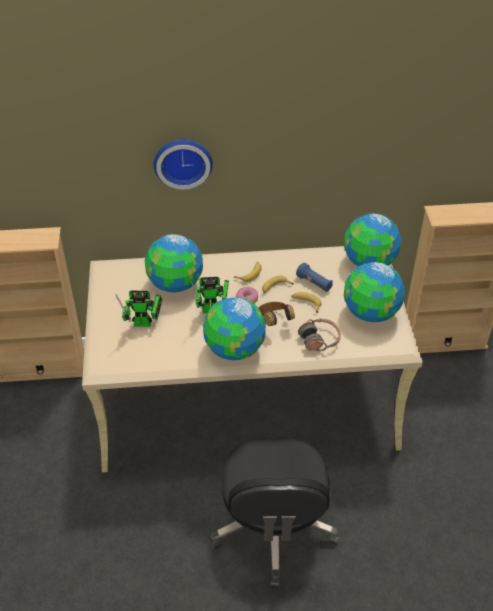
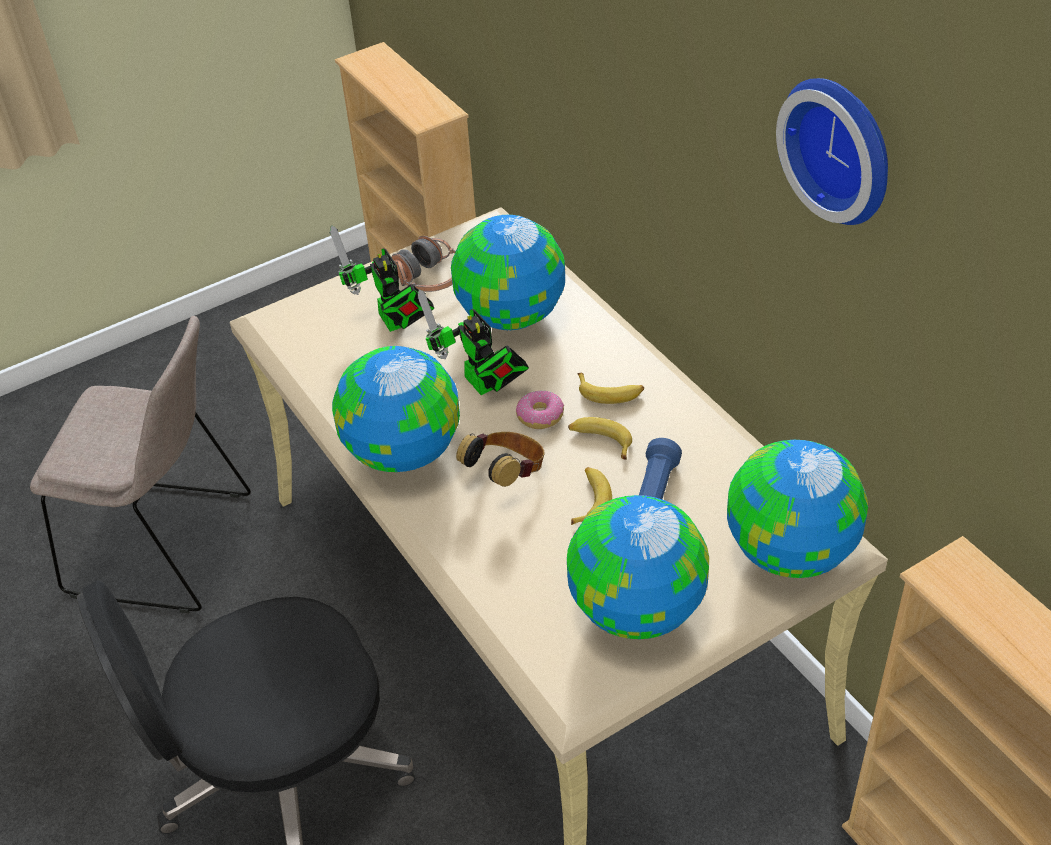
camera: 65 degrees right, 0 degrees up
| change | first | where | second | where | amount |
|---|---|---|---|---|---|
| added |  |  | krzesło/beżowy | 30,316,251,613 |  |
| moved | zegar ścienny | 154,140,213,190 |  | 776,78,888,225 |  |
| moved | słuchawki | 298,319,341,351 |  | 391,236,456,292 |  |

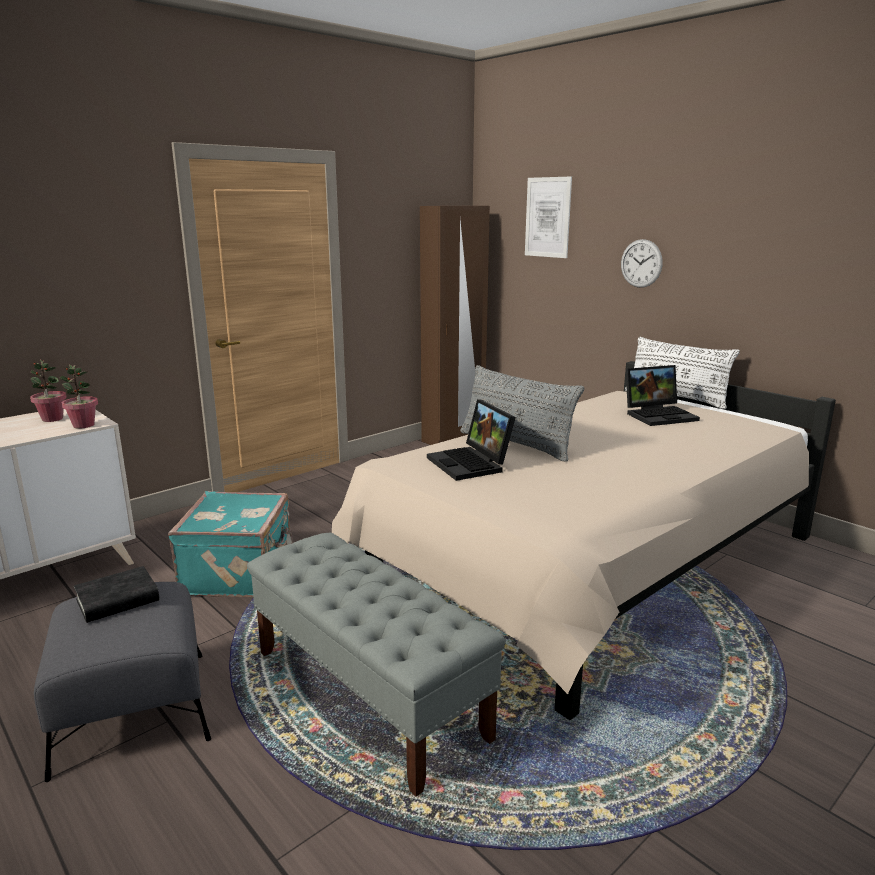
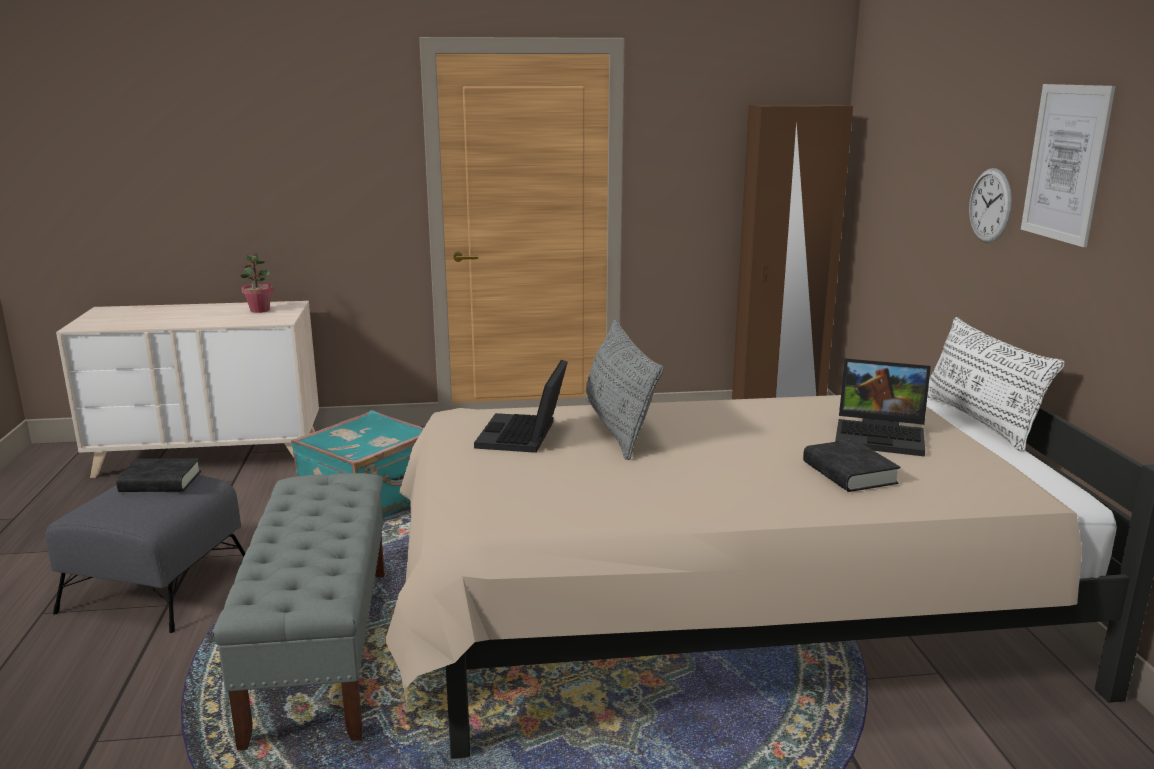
camera: 35 degrees right, 0 degrees up
| change | first | where | second | where | amount |
|---|---|---|---|---|---|
| removed | roślina doniczkowa | 60,365,98,428 |  |  |  |
| added |  |  | książka/czarny | 803,439,900,492 |  |
| moved | obraz | 525,176,572,258 |  | 1021,84,1116,247 |  |

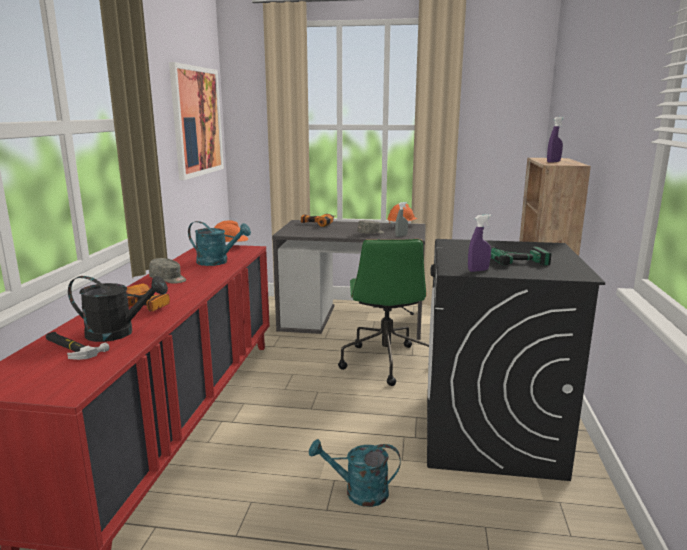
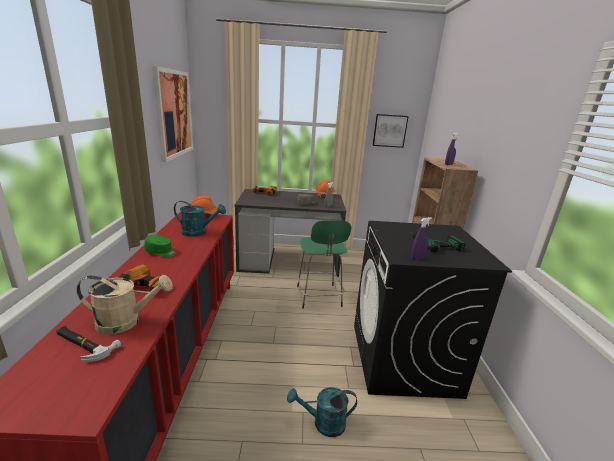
camera: 10 degrees left, 5 degrees up
| change | first | where | second | where | amount |
|---|---|---|---|---|---|
| added |  |  | obraz | 373,114,409,148 |  |
| replaced | krzesło biurowe/zielony | 338,239,429,386 | stołek/zielony | 297,220,351,309 |  |
| recoloured | konewka/czarny | 68,276,168,342 | konewka/beżowy | 77,275,173,334 |  |
| recoloured | czapka z daszkiem/szary | 149,258,186,284 | czapka z daszkiem/zielony | 144,234,177,257 |  |

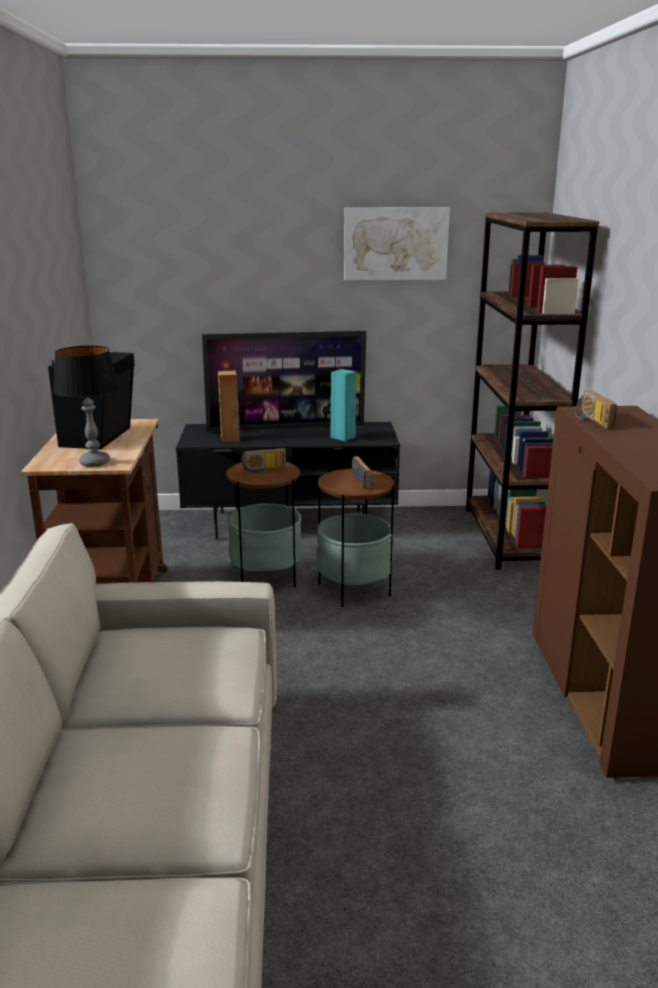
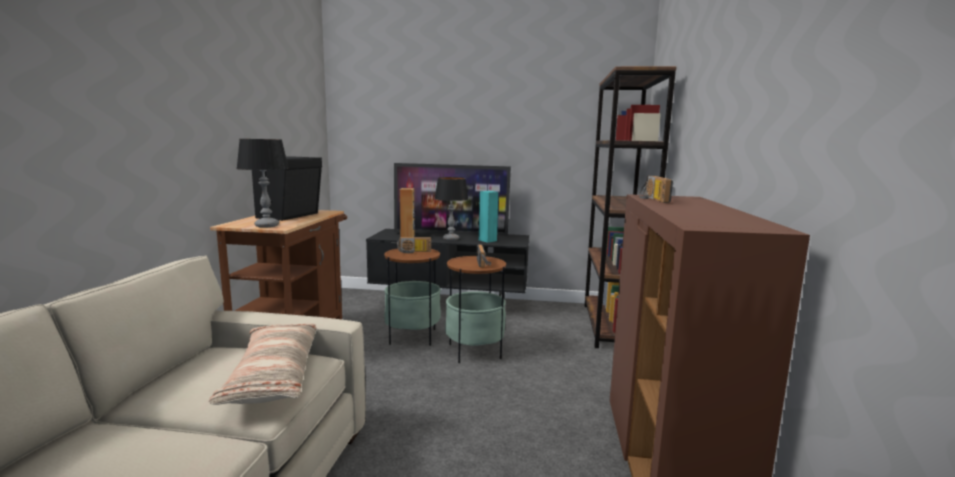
camera: 10 degrees right, 10 degrees down
| change | first | where | second | where | amount |
|---|---|---|---|---|---|
| removed | obraz | 344,207,450,280 |  |  |  |
| added |  |  | poduszka | 209,323,316,405 |  |
| added |  |  | lampa stołowa | 434,177,468,241 |  |

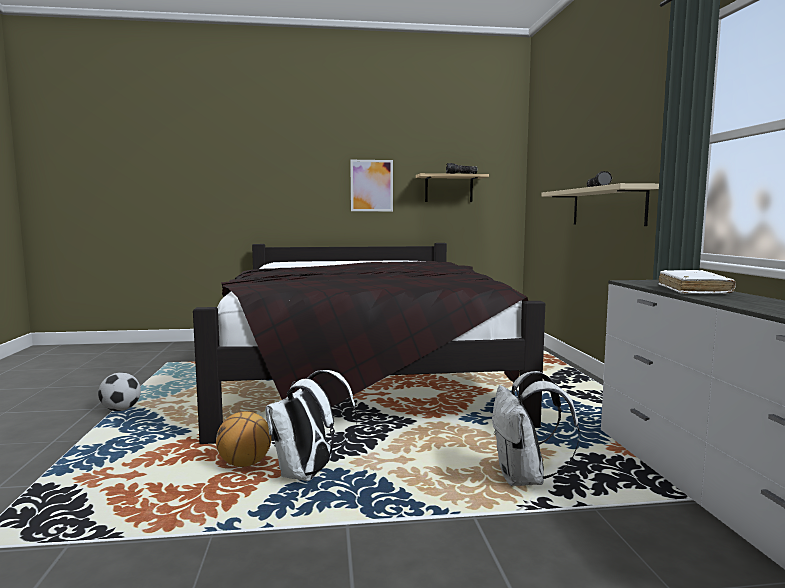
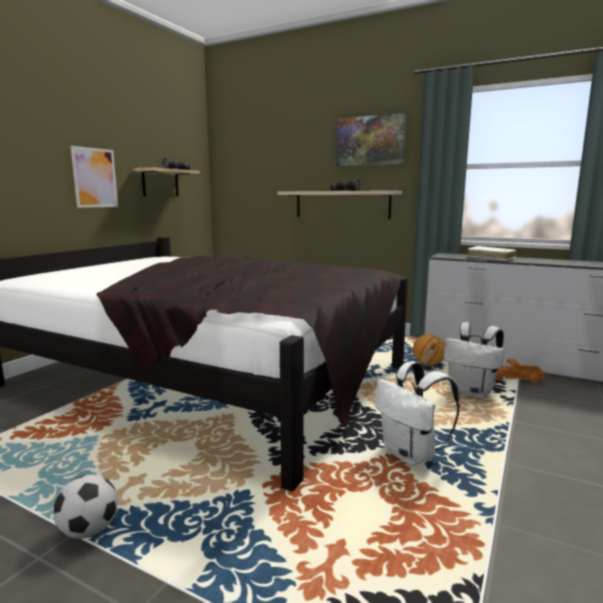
camera: 55 degrees left, 5 degrees up
| change | first | where | second | where | amount |
|---|---|---|---|---|---|
| added |  |  | obraz | 337,113,406,166 |  |
| added |  |  | ciężarówka zabawkowa | 496,359,545,383 |  |
| moved | piłka do koszykówki | 216,412,271,467 |  | 413,334,445,366 |  |

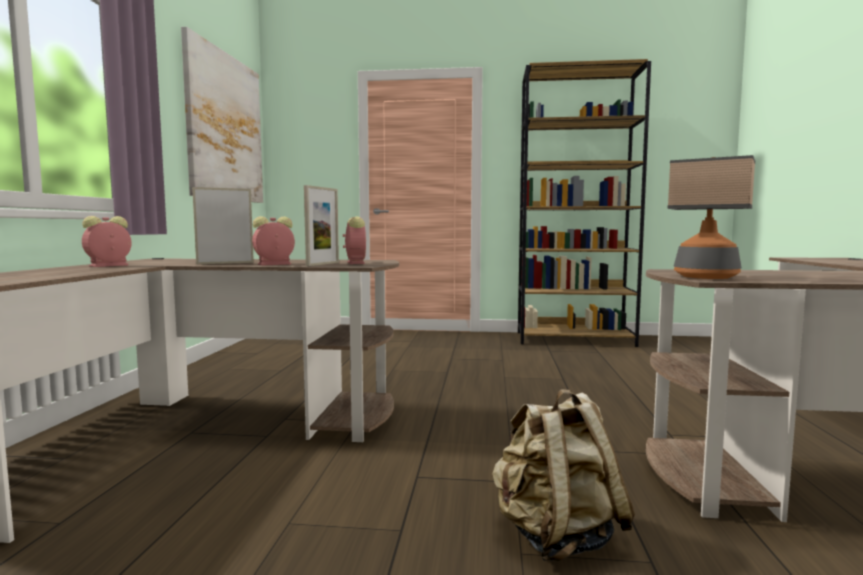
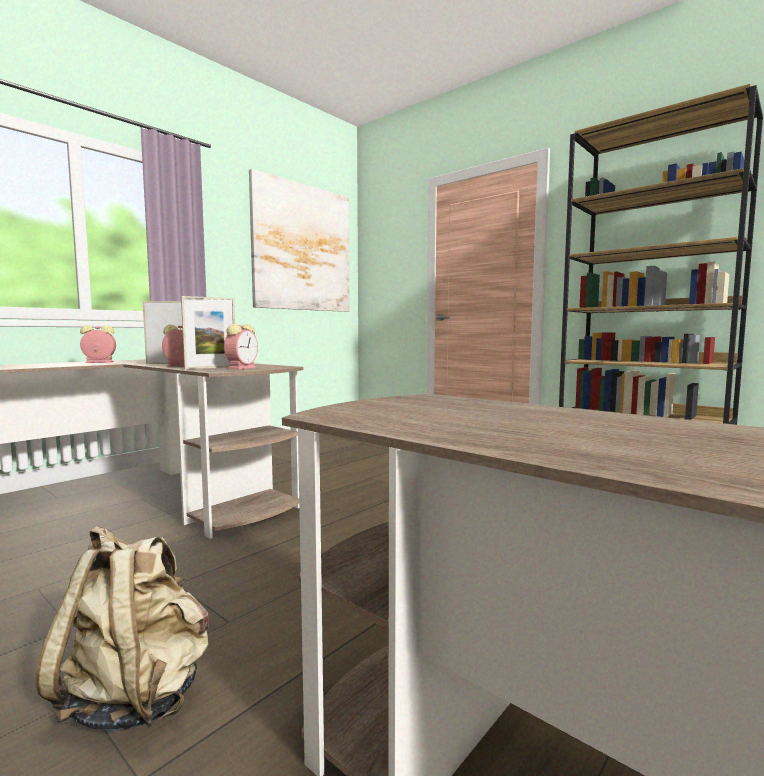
camera: 35 degrees right, 0 degrees up
| change | first | where | second | where | amount |
|---|---|---|---|---|---|
| removed | lampa stołowa | 668,155,755,279 |  |  |  |

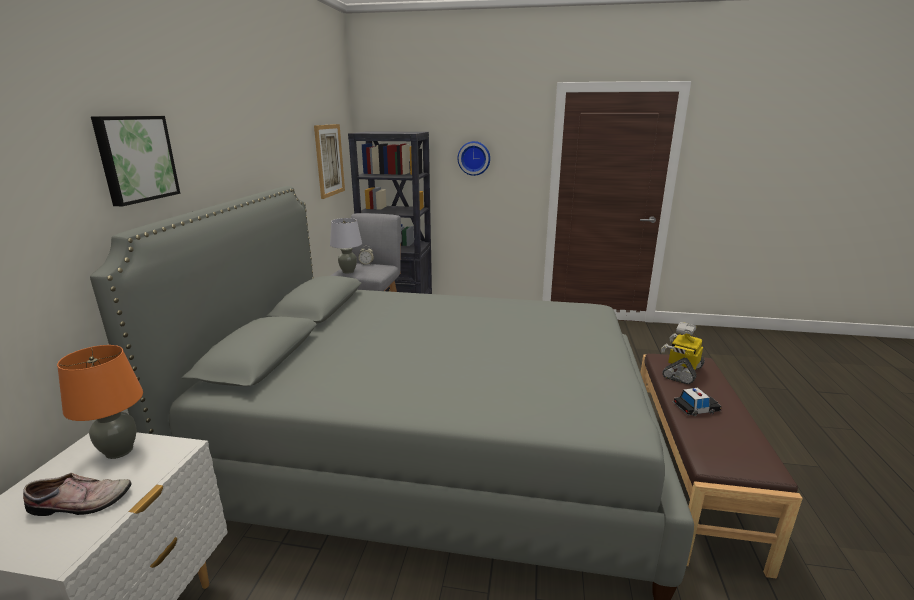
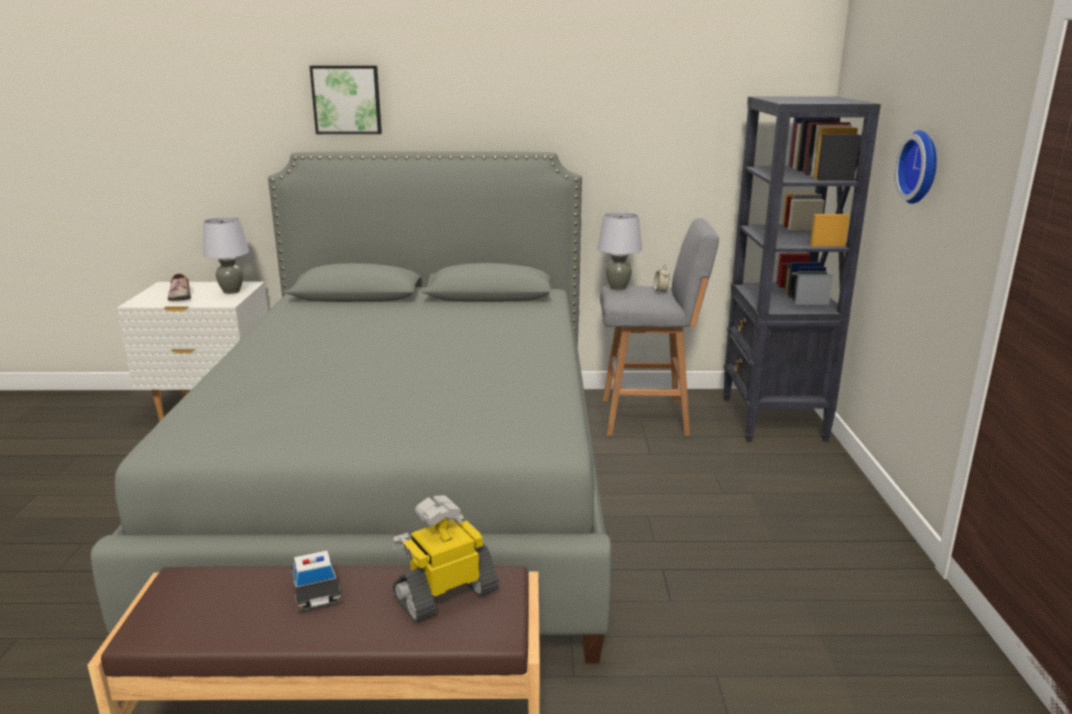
camera: 80 degrees right, 0 degrees up
| change | first | where | second | where | amount |
|---|---|---|---|---|---|
| removed | obraz | 314,124,345,199 |  |  |  |
| recoloured | lampa stołowa/pomarańczowy | 57,345,143,459 | lampa stołowa/szary | 203,217,249,294 |  |
| turned | robot zabawkowy | 661,322,705,384 |  | 391,495,499,622 | 60 degrees counterclockwise |

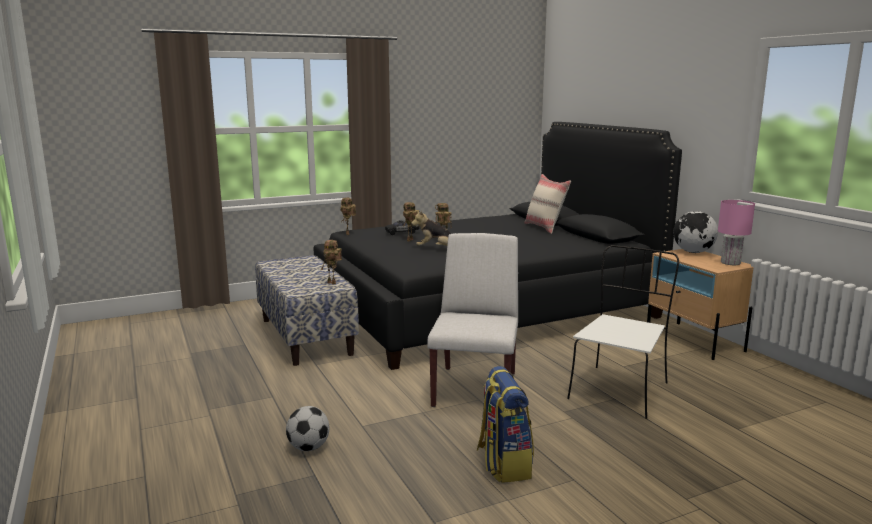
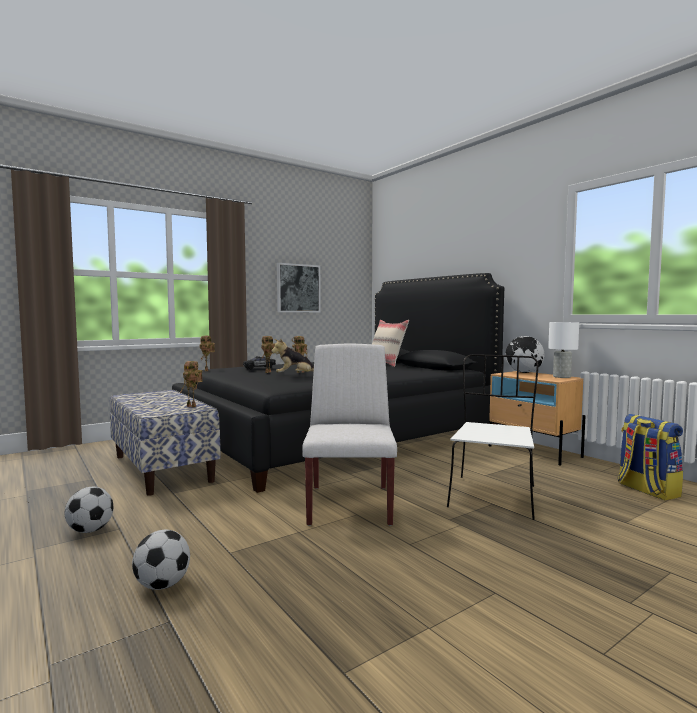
camera: 10 degrees left, 10 degrees down
| change | first | where | second | where | amount |
|---|---|---|---|---|---|
| added |  |  | piłka futbolowa | 65,487,113,533 |  |
| added |  |  | obraz | 277,263,321,312 |  |
| moved | plecak | 477,366,534,483 |  | 618,414,683,500 |  |
| recoloured | lampa stołowa/różowy | 718,200,755,265 | lampa stołowa/biały | 548,322,579,378 |  |

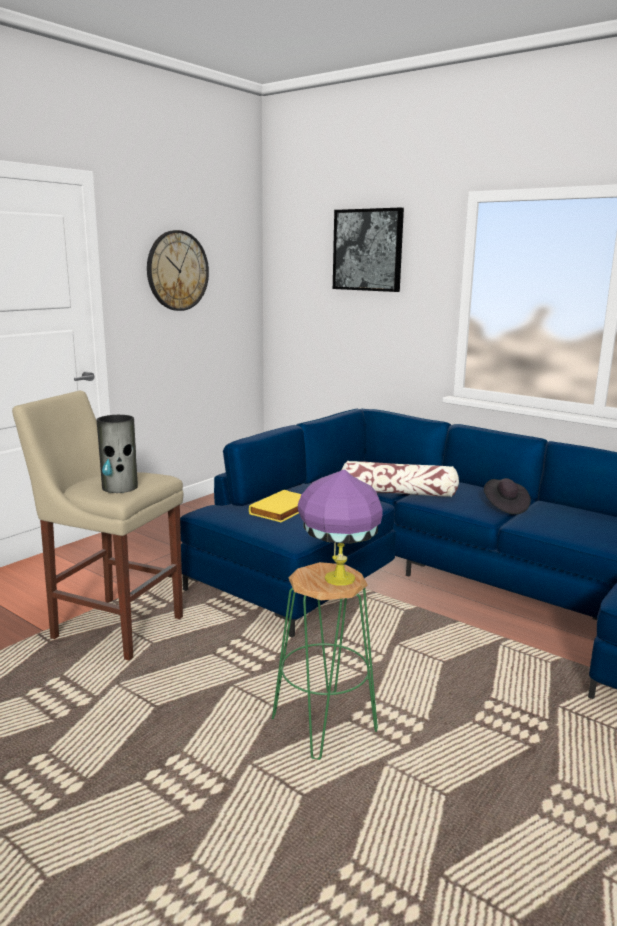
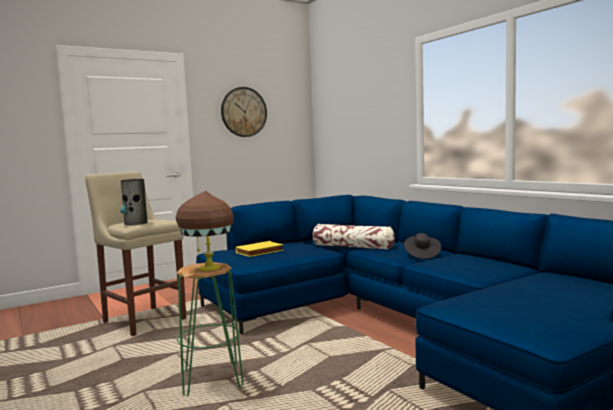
camera: 20 degrees right, 10 degrees down
| change | first | where | second | where | amount |
|---|---|---|---|---|---|
| removed | obraz | 333,207,404,292 |  |  |  |
| recoloured | lampa stołowa/fioletowy | 298,469,382,586 | lampa stołowa/brązowy | 176,191,234,271 |  |

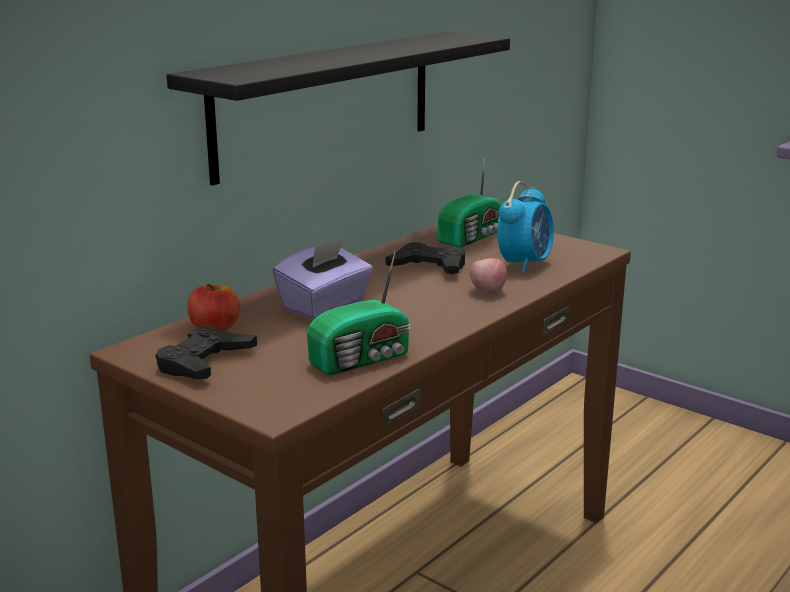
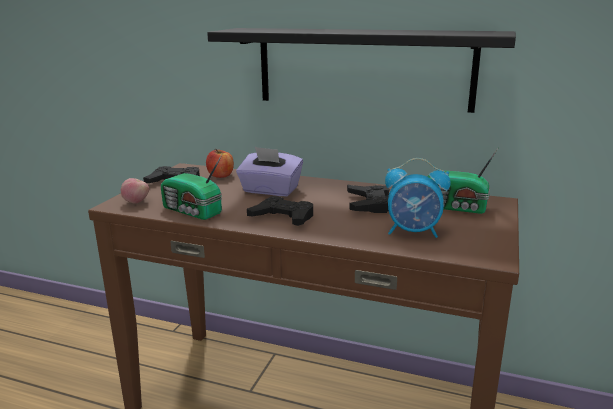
camera: 70 degrees right, 0 degrees up
| change | first | where | second | where | amount |
|---|---|---|---|---|---|
| added |  |  | pad do gier/czarny | 247,196,313,226 |  |
| moved | jabłko | 470,258,507,292 |  | 121,178,149,204 |  |

